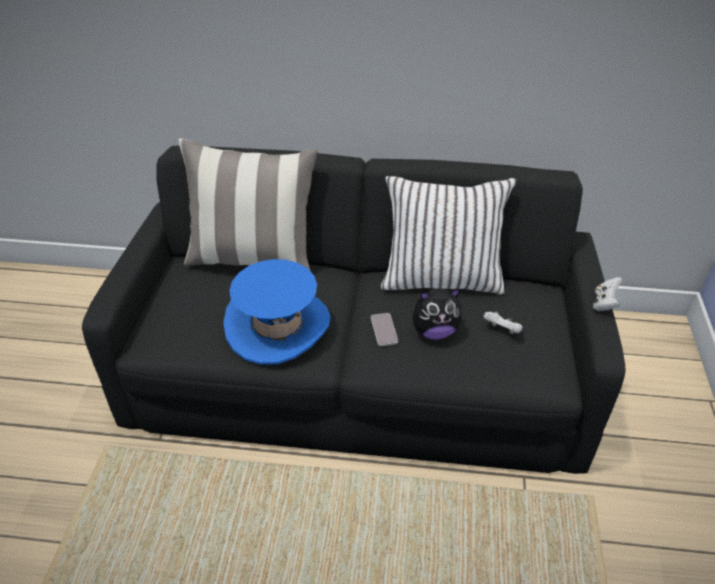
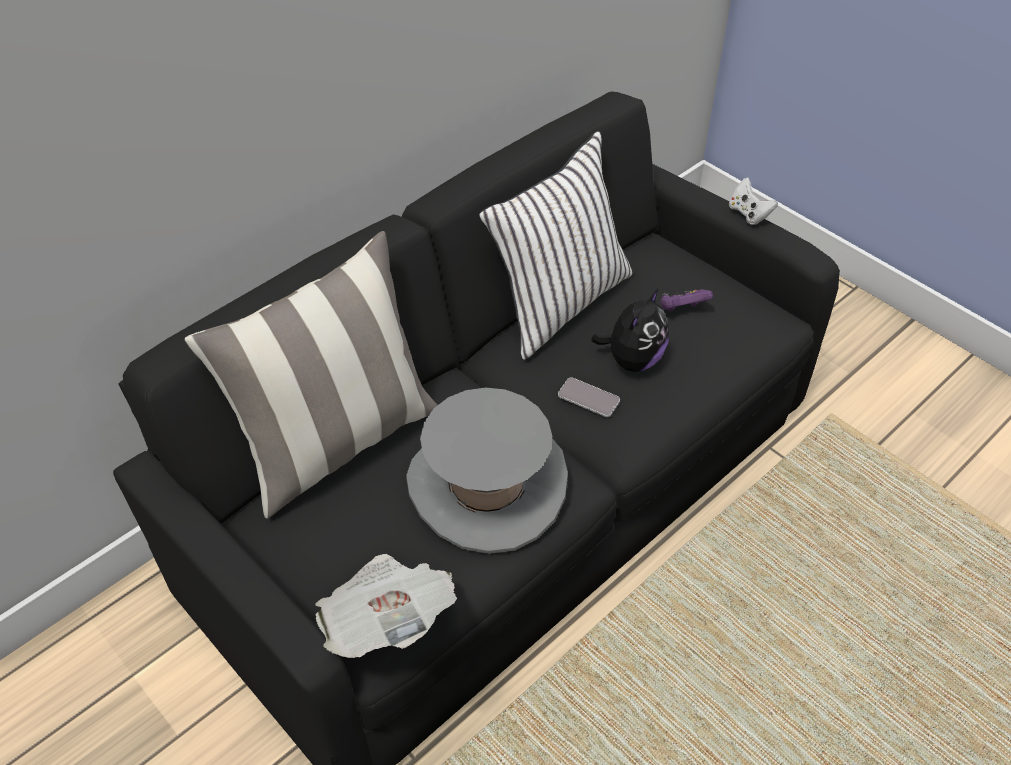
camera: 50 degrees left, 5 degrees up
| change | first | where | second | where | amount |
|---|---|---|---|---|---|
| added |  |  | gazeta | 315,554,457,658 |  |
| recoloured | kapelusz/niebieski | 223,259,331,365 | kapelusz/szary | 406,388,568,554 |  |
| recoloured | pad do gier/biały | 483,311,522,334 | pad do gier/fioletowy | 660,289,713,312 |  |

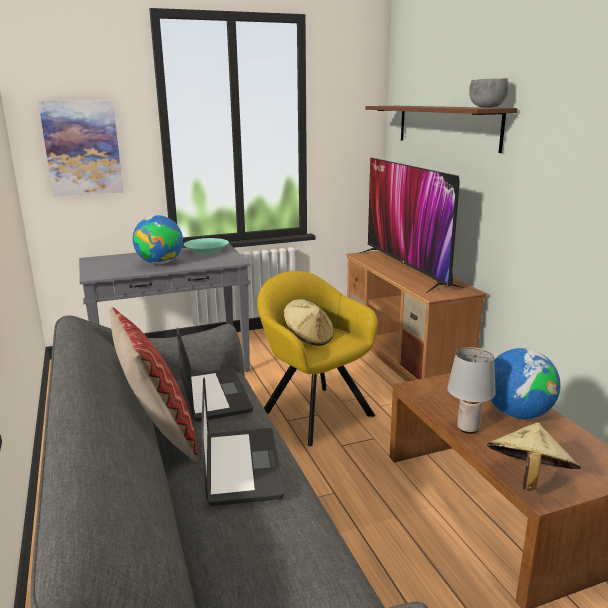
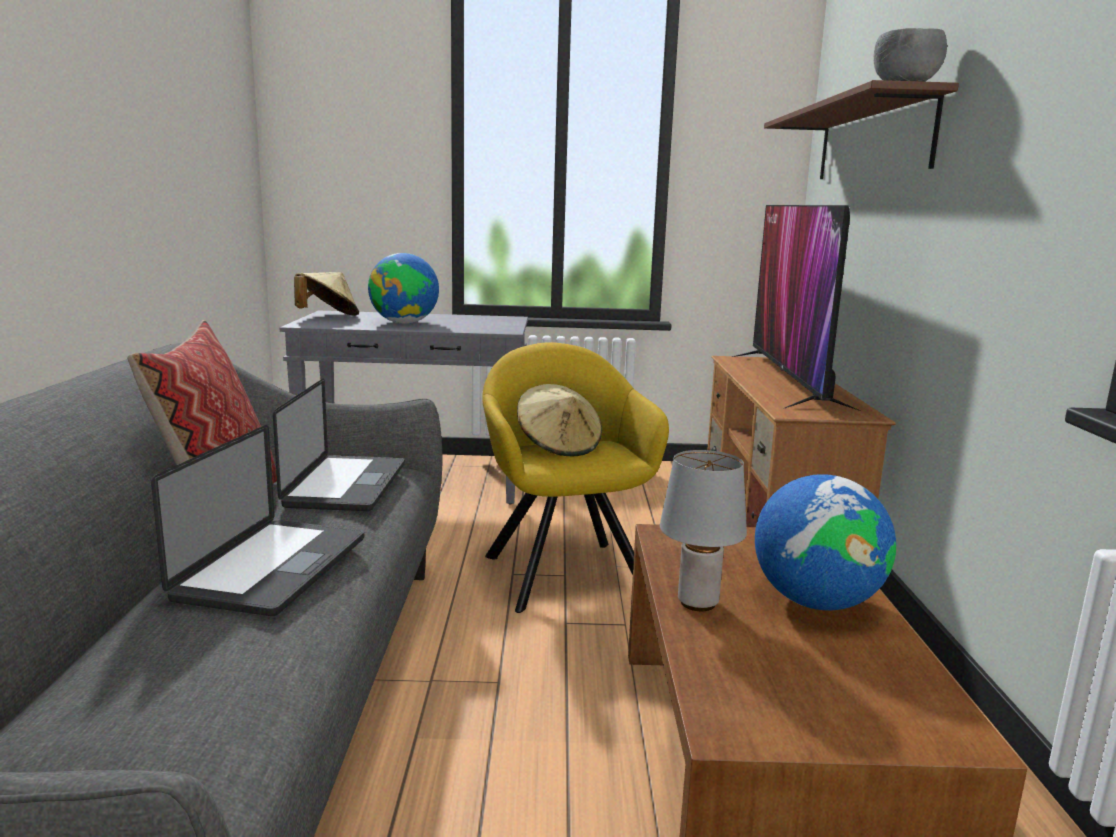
camera: 20 degrees right, 5 degrees down
| change | first | where | second | where | amount |
|---|---|---|---|---|---|
| removed | obraz | 38,100,123,197 |  |  |  |
| removed | miska/turkusowy | 183,238,229,254 |  |  |  |
| moved | kapelusz/beżowy | 487,422,581,491 |  | 294,272,359,316 |  |

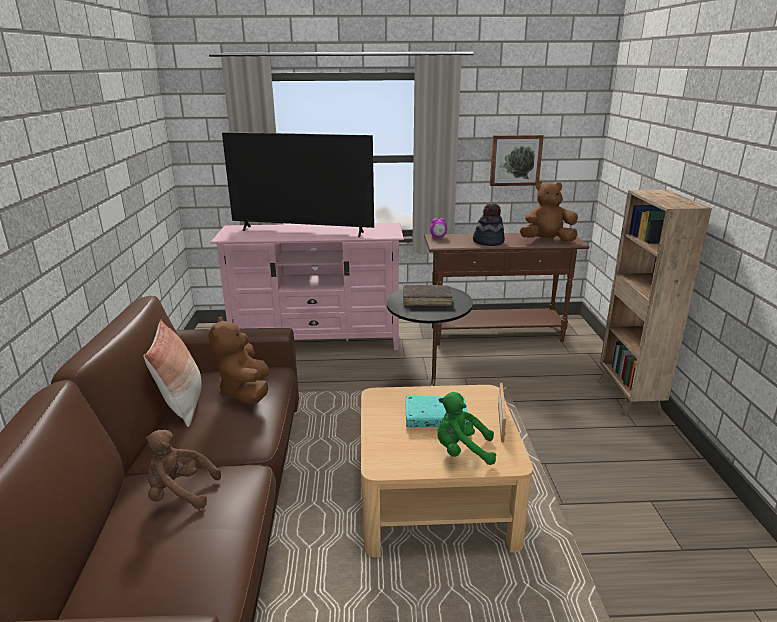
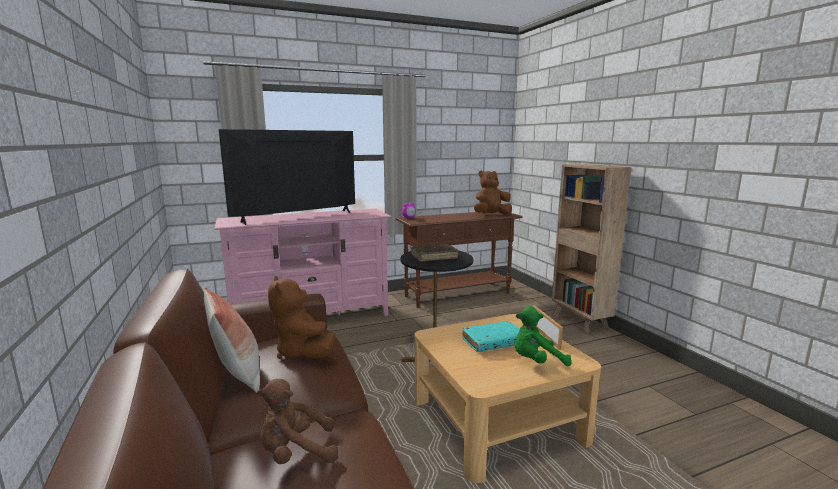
camera: 20 degrees left, 10 degrees down
| change | first | where | second | where | amount |
|---|---|---|---|---|---|
| removed | kapelusz | 473,203,505,246 |  |  |  |
| removed | obraz | 490,135,544,186 |  |  |  |
| turned | telewizor | 222,133,374,237 |  | 219,129,355,225 | 150 degrees clockwise |

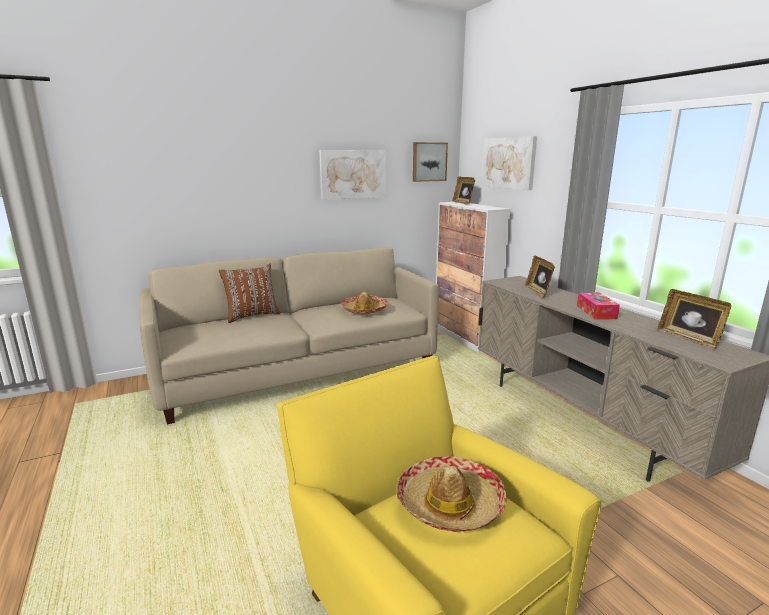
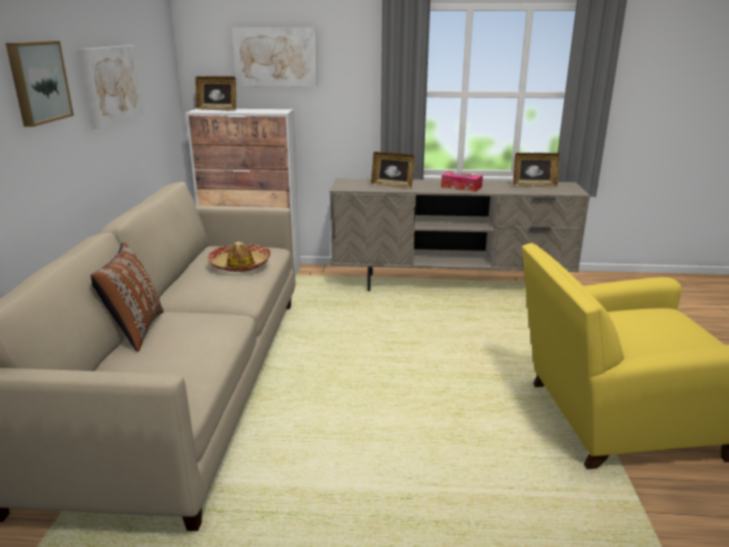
camera: 60 degrees left, 5 degrees up
| change | first | where | second | where | amount |
|---|---|---|---|---|---|
| removed | kapelusz | 397,456,506,532 |  |  |  |
| moved | obraz | 413,142,448,182 |  | 6,41,74,127 |  |

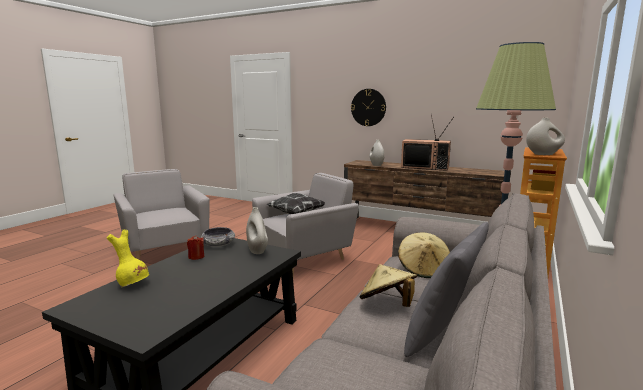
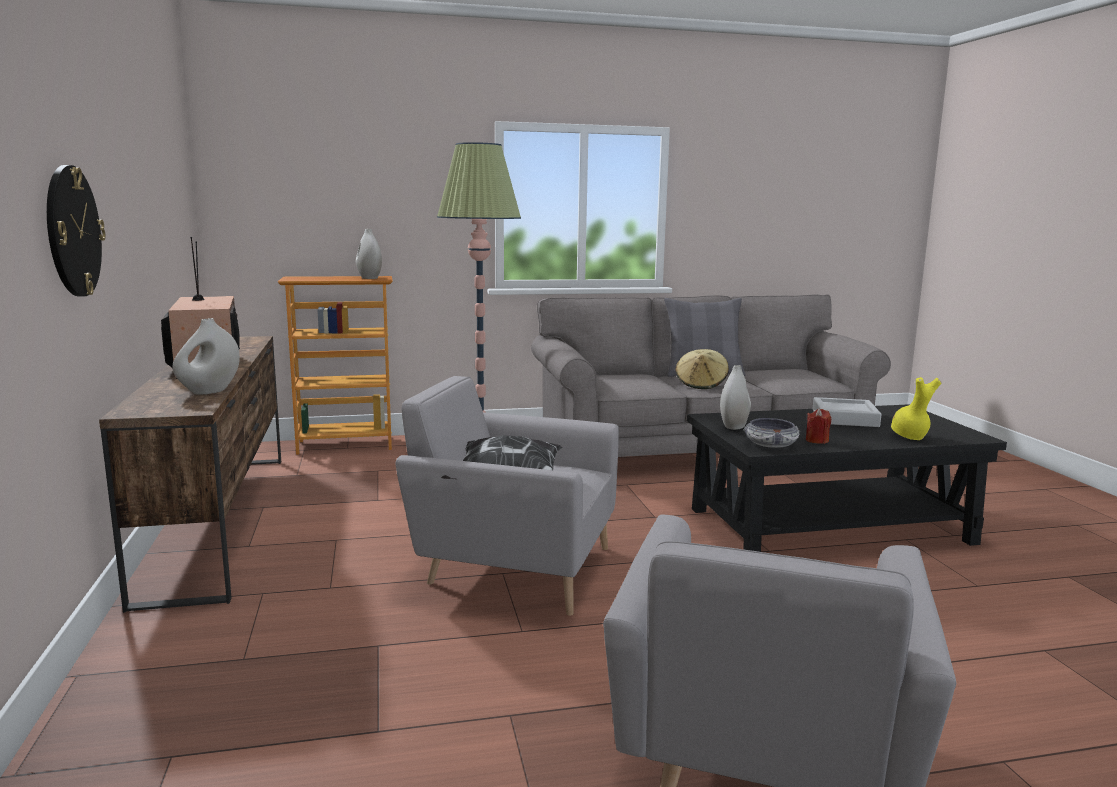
camera: 130 degrees left, 0 degrees up
| change | first | where | second | where | amount |
|---|---|---|---|---|---|
| removed | kapelusz/beżowy | 398,232,450,278 |  |  |  |
| added |  |  | taca/szary | 813,397,882,427 |  |

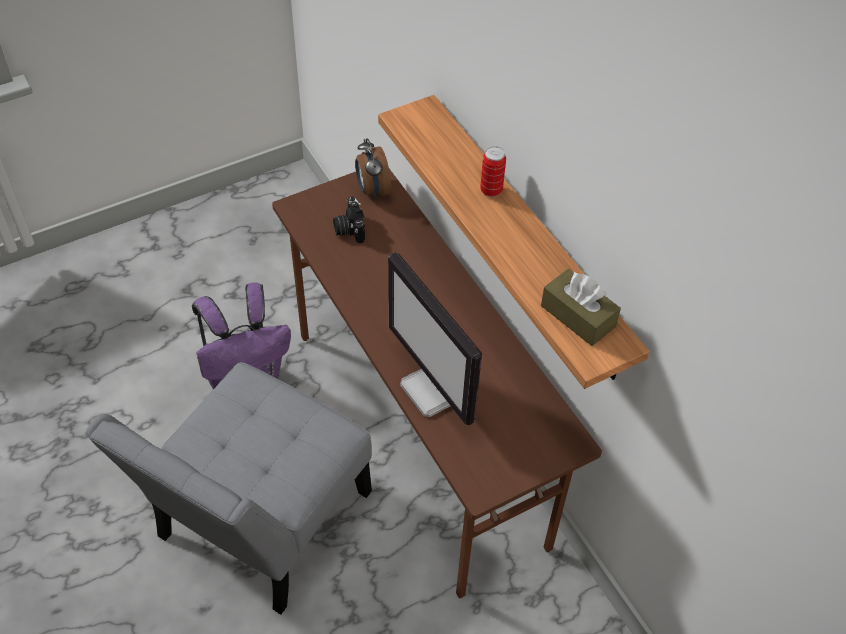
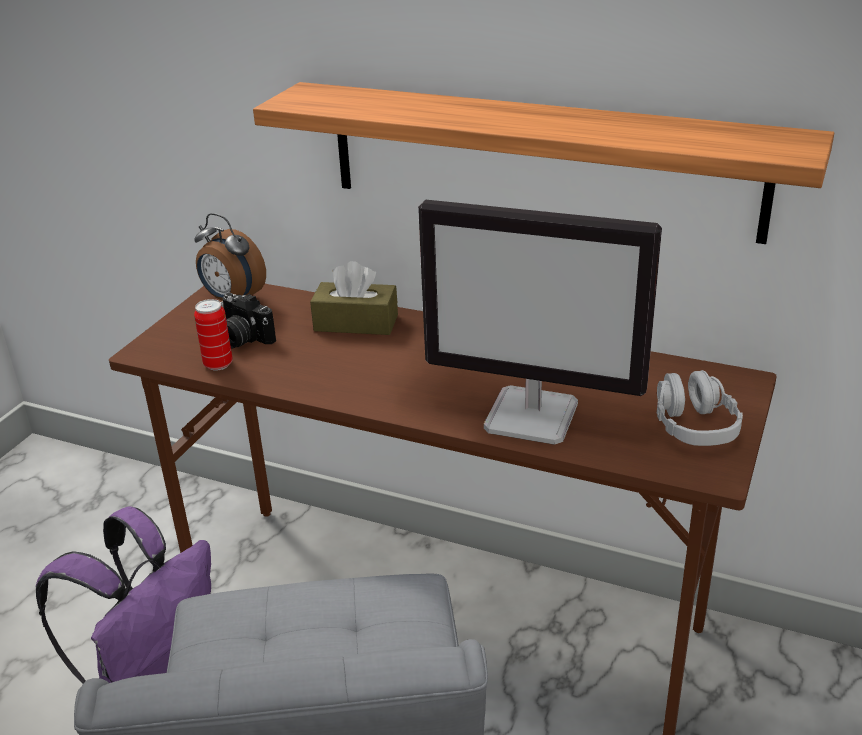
camera: 35 degrees left, 20 degrees down
| change | first | where | second | where | amount |
|---|---|---|---|---|---|
| added |  |  | słuchawki/szary | 657,370,743,446 |  |
| moved | puszka | 480,146,506,197 |  | 194,299,233,371 |  |
| moved | pudełko chusteczek/brązowy | 541,269,621,346 |  | 310,261,398,335 |  |

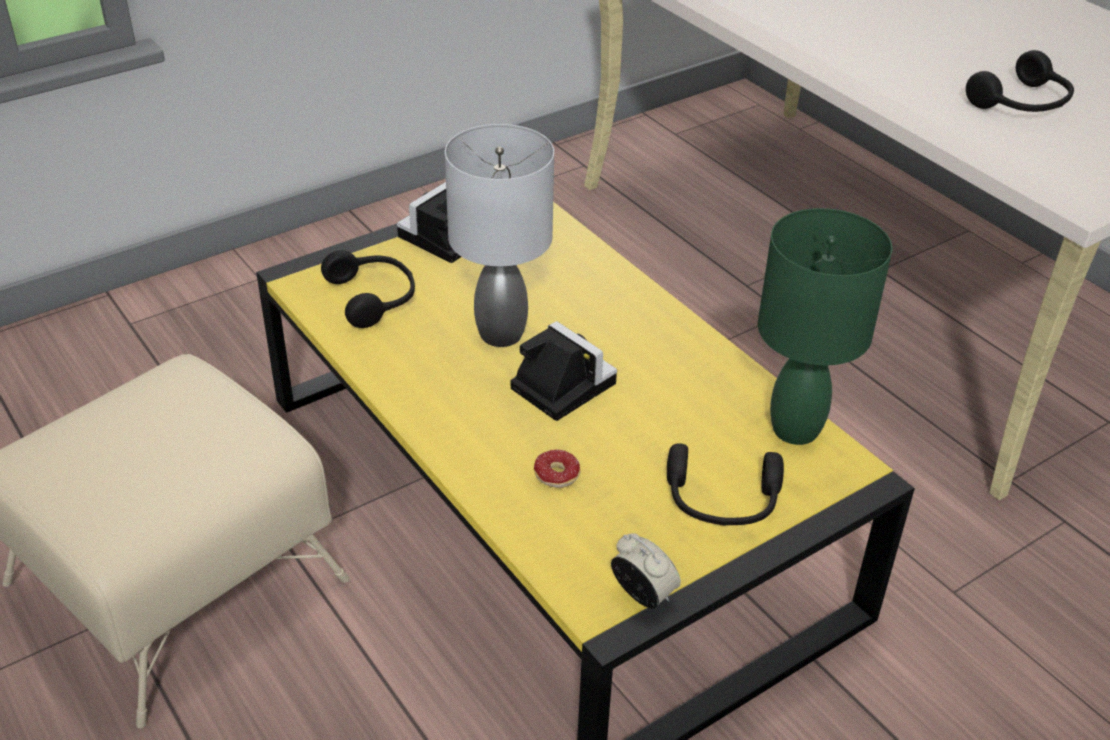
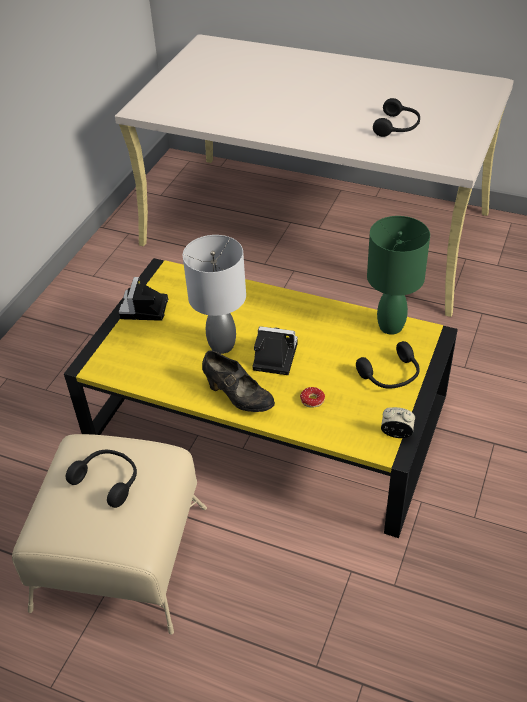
camera: 30 degrees left, 5 degrees up
| change | first | where | second | where | amount |
|---|---|---|---|---|---|
| added |  |  | but/czarny | 202,350,275,412 |  |
| moved | słuchawki/czarny | 321,250,415,328 |  | 66,450,137,508 |  |

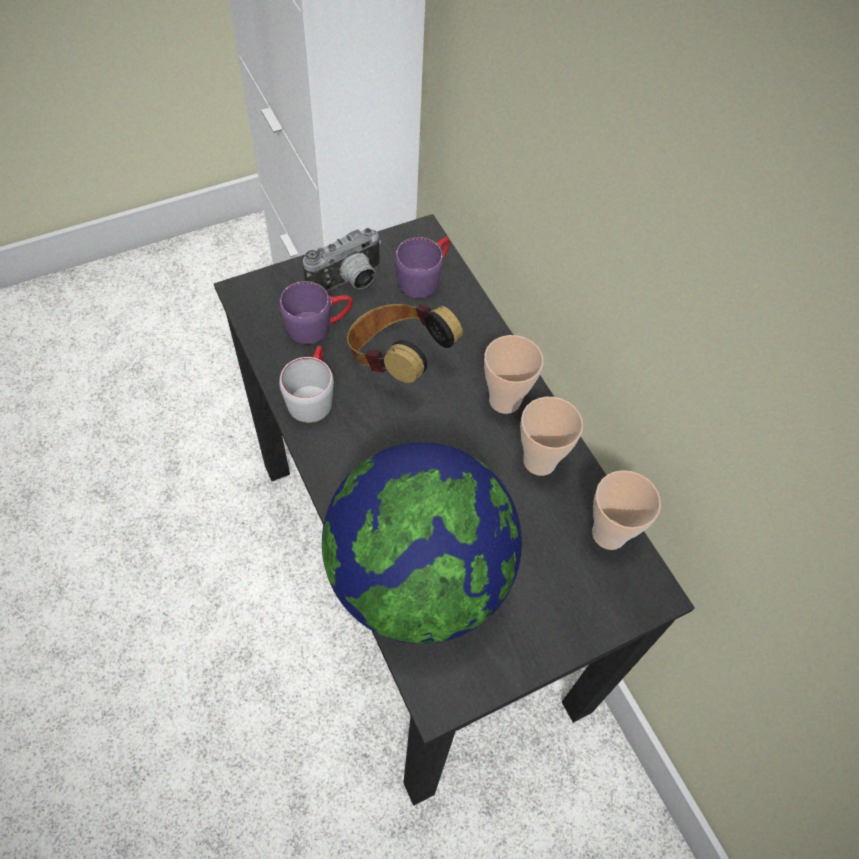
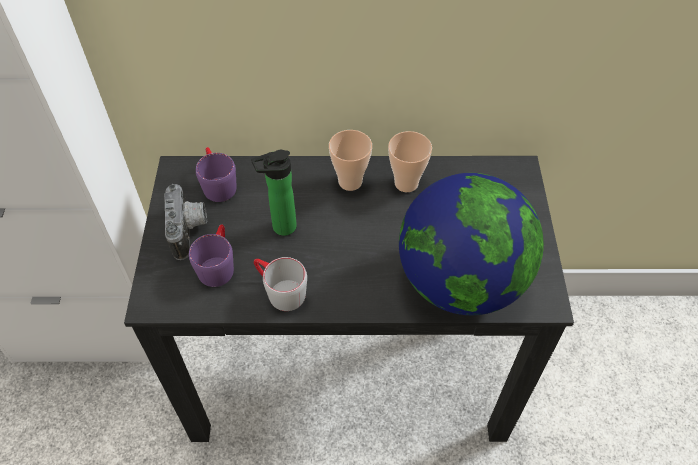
camera: 60 degrees left, 5 degrees down
| change | first | where | second | where | amount |
|---|---|---|---|---|---|
| removed | filiżanka | 592,470,661,550 |  |  |  |
| replaced | słuchawki | 347,304,463,383 | butelka | 251,150,297,236 |  |

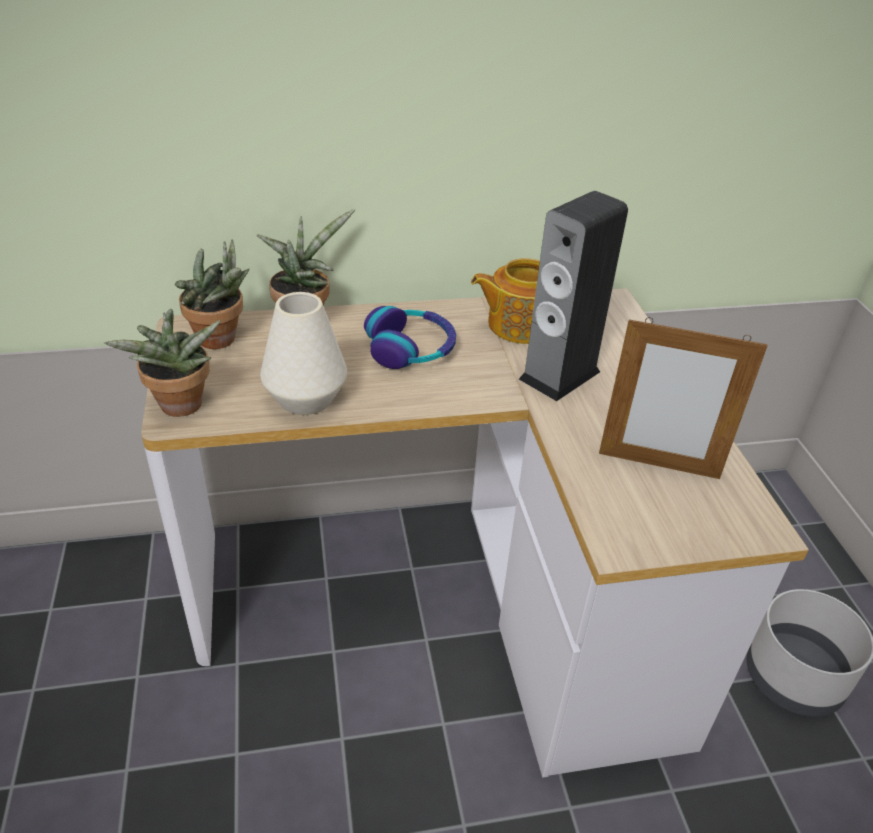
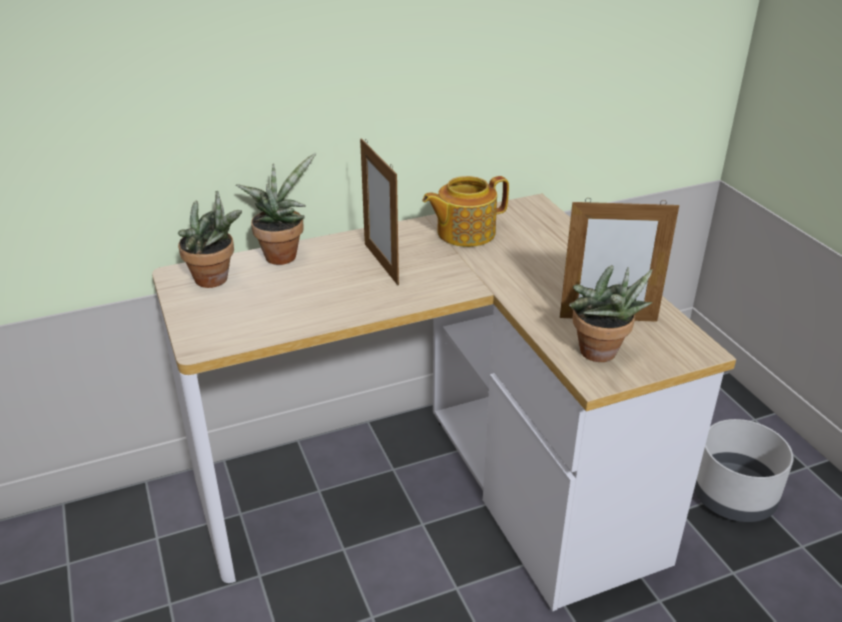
camera: 10 degrees left, 5 degrees down
| change | first | where | second | where | amount |
|---|---|---|---|---|---|
| removed | wazon/biały | 260,292,347,415 |  |  |  |
| removed | głośnik | 519,191,628,401 |  |  |  |
| moved | roślina doniczkowa | 104,309,221,417 |  | 569,265,653,362 |  |
| replaced | słuchawki | 364,306,456,369 | ramka na zdjęcie | 360,138,399,285 |  |

